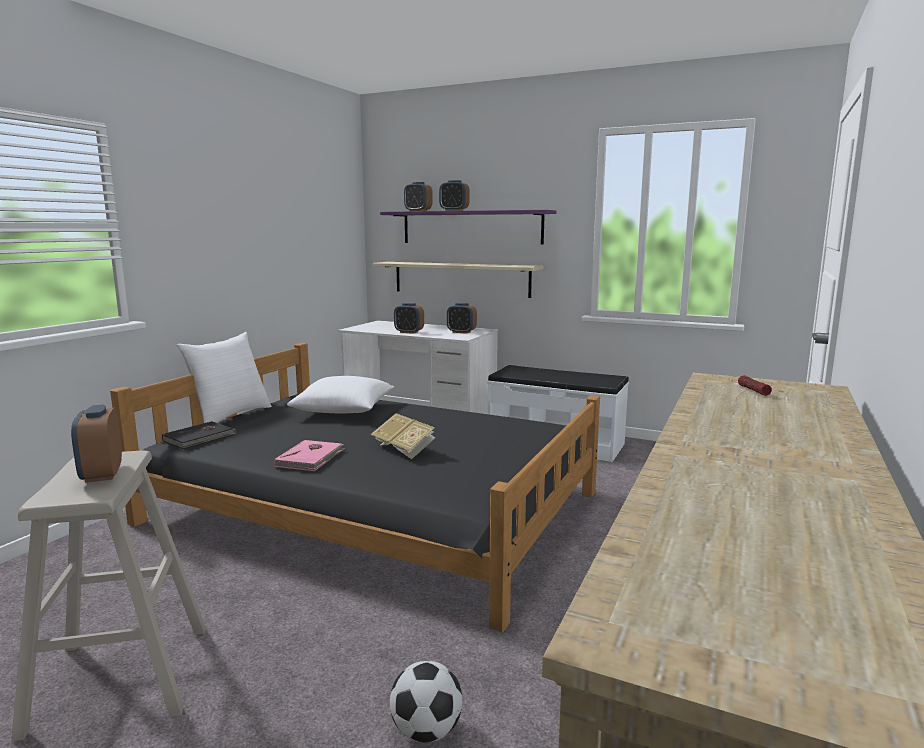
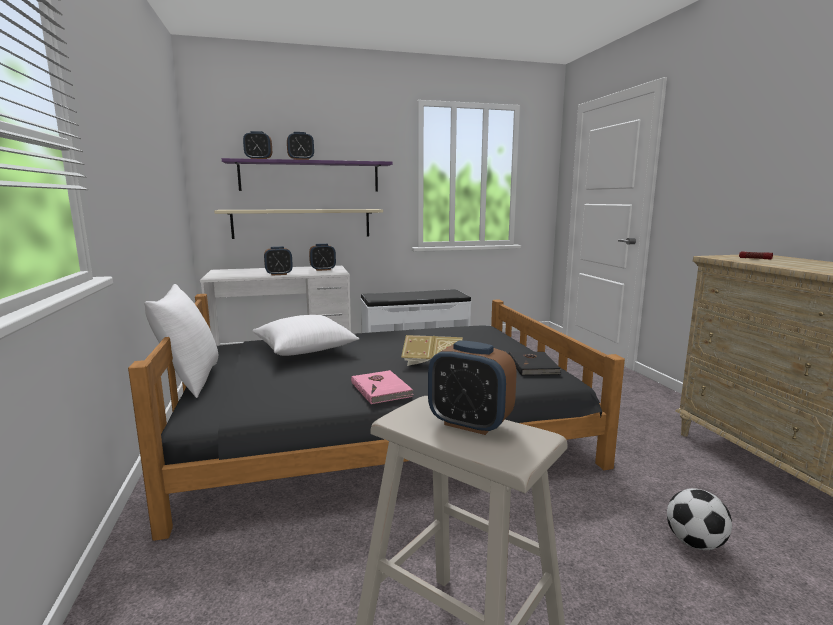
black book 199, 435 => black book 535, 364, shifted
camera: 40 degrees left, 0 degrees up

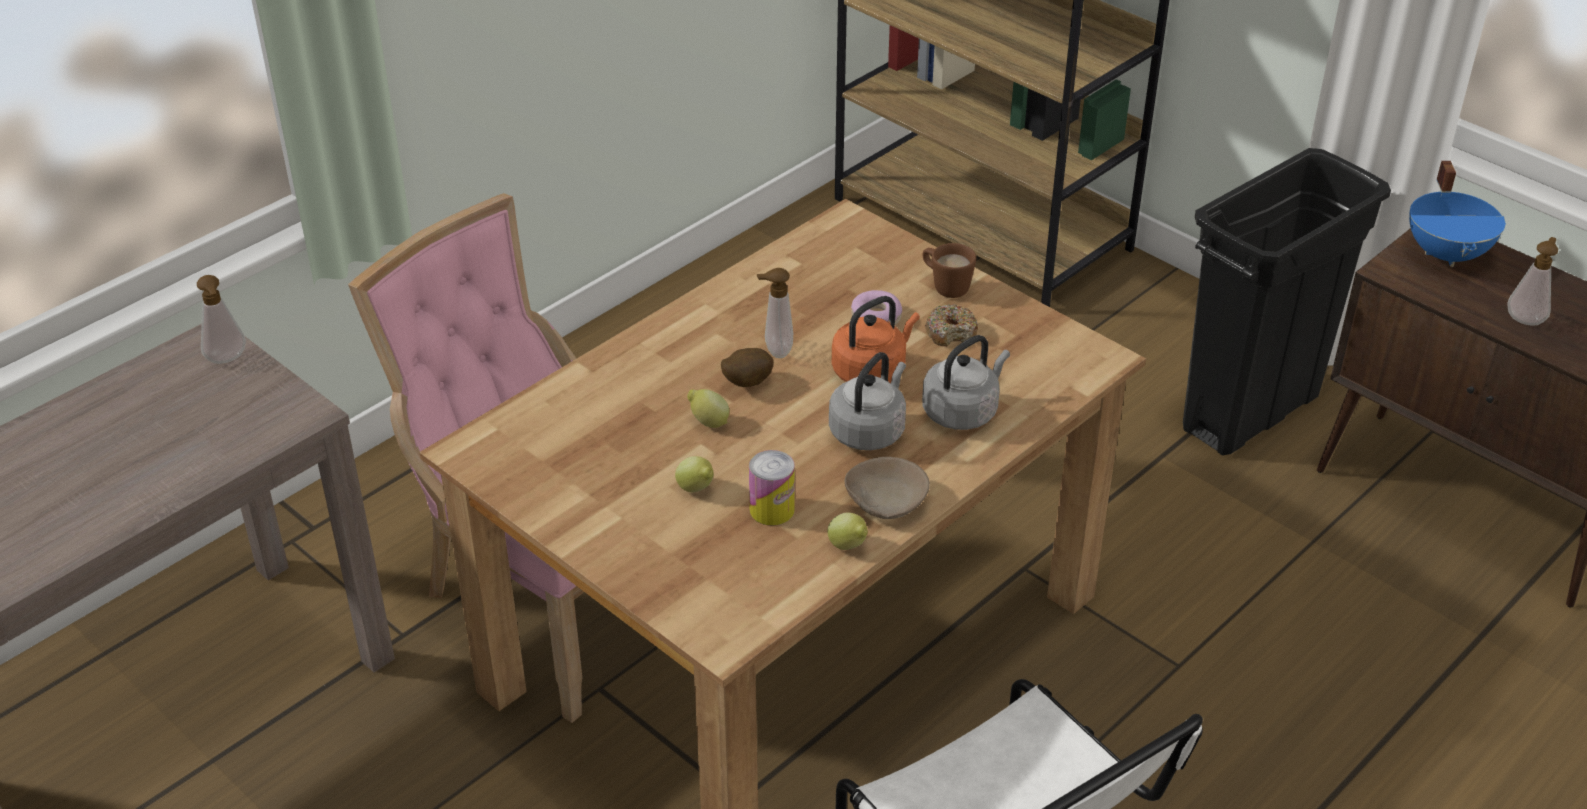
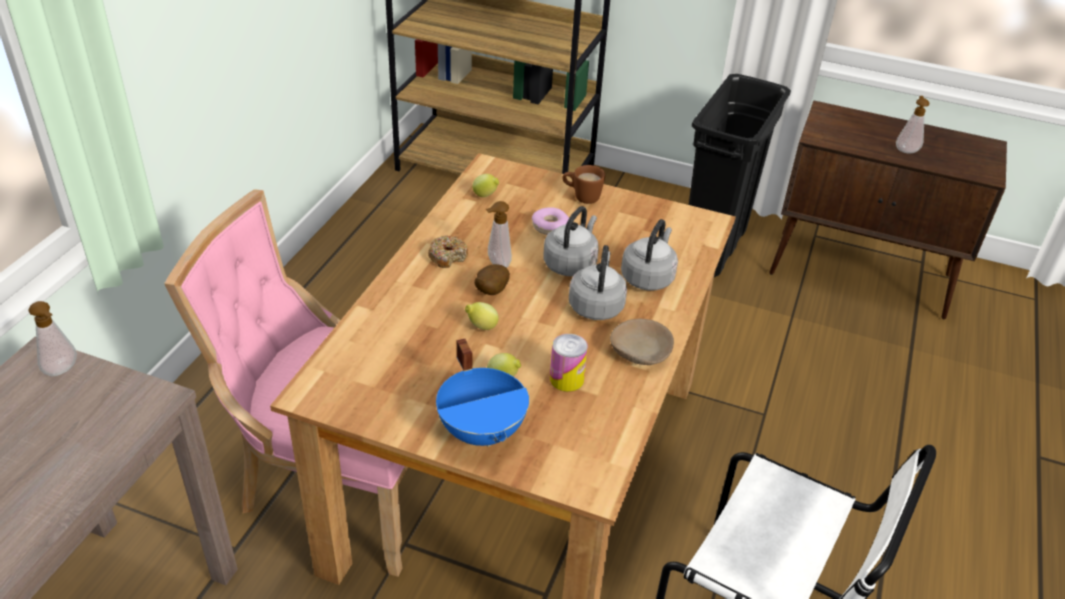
doughnut 951, 325 => doughnut 448, 251, shifted
blue cooking pot 1457, 214 => blue cooking pot 482, 393, shifted
whole lemon 847, 531 => whole lemon 485, 185, shifted
orange-coloured water kettle 876, 339 => grey water kettle 571, 241
camera: 25 degrees left, 0 degrees up

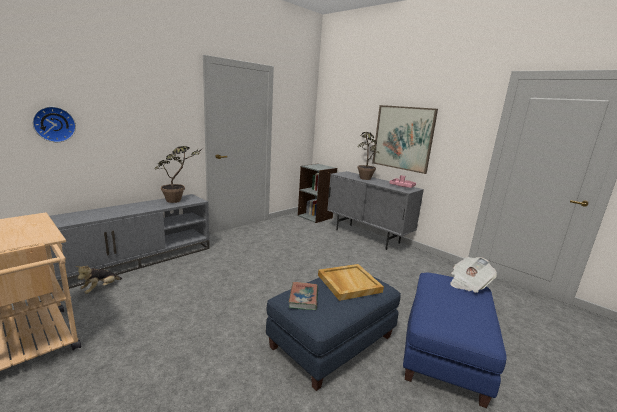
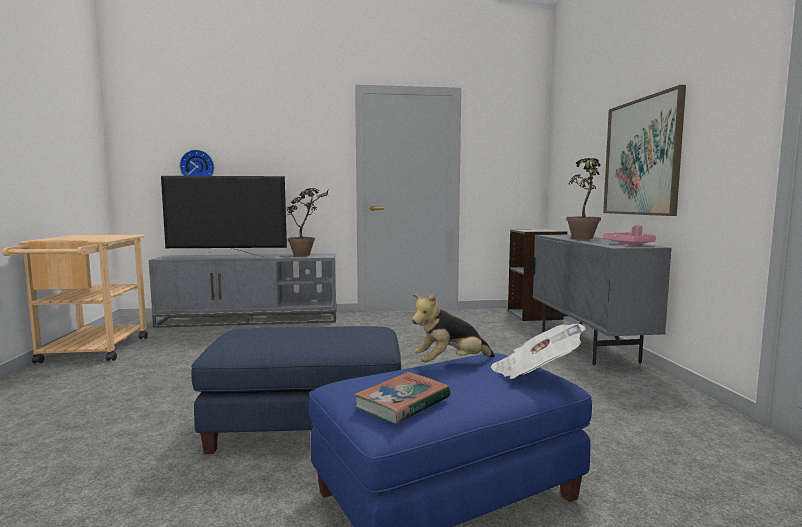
nothing => television 224, 216
book 303, 296 => book 401, 398, shifted
cuddly toy 99, 279 => cuddly toy 453, 327, shifted
beige tray 351, 282 => nothing
camera: 40 degrees right, 10 degrees down

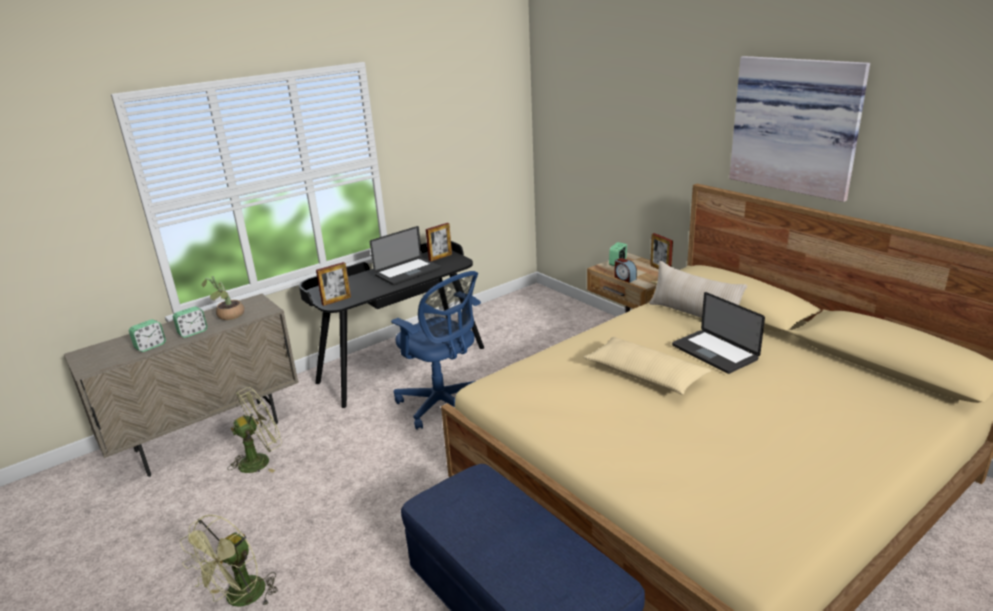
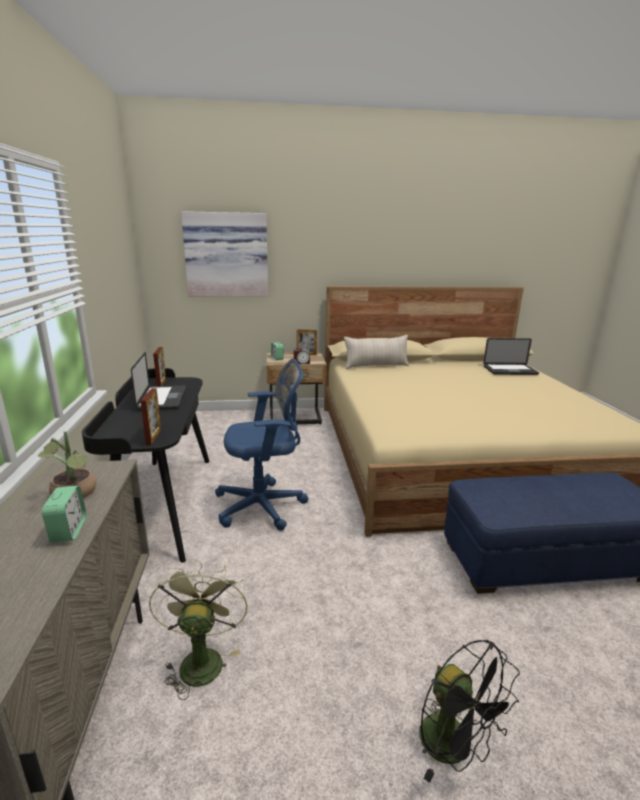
picture 799, 129 => picture 224, 254, shifted
green cooling fan 229, 561 => black cooling fan 469, 711
laptop 718, 333 => laptop 511, 356, shifted
bedside clock 147, 335 => nothing
beige cushion 647, 366 => nothing
camera: 60 degrees left, 5 degrees down

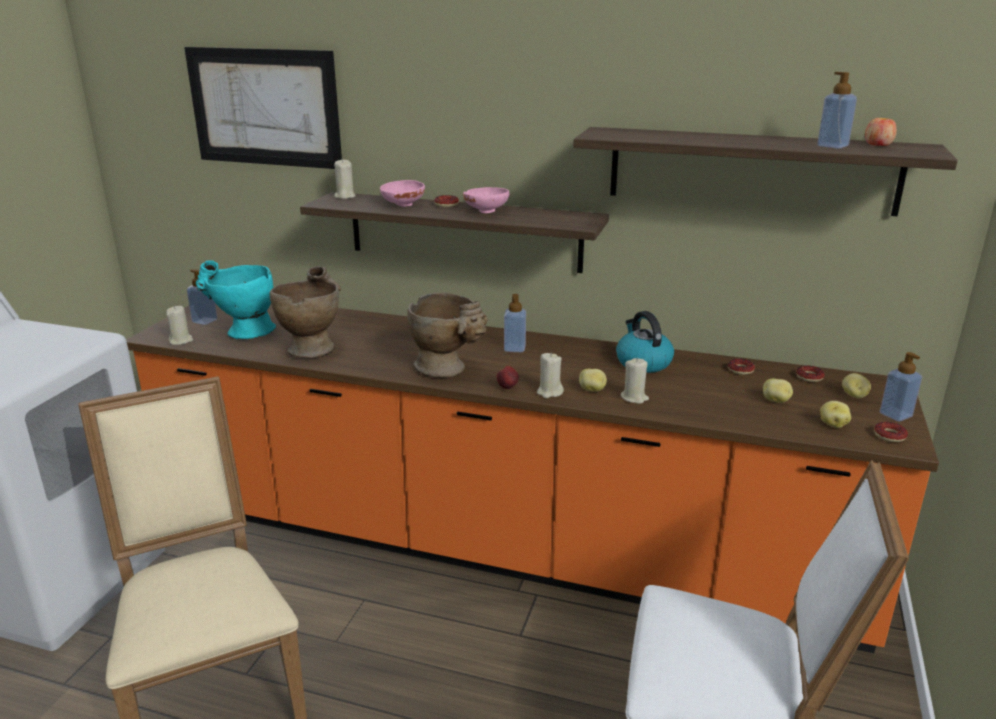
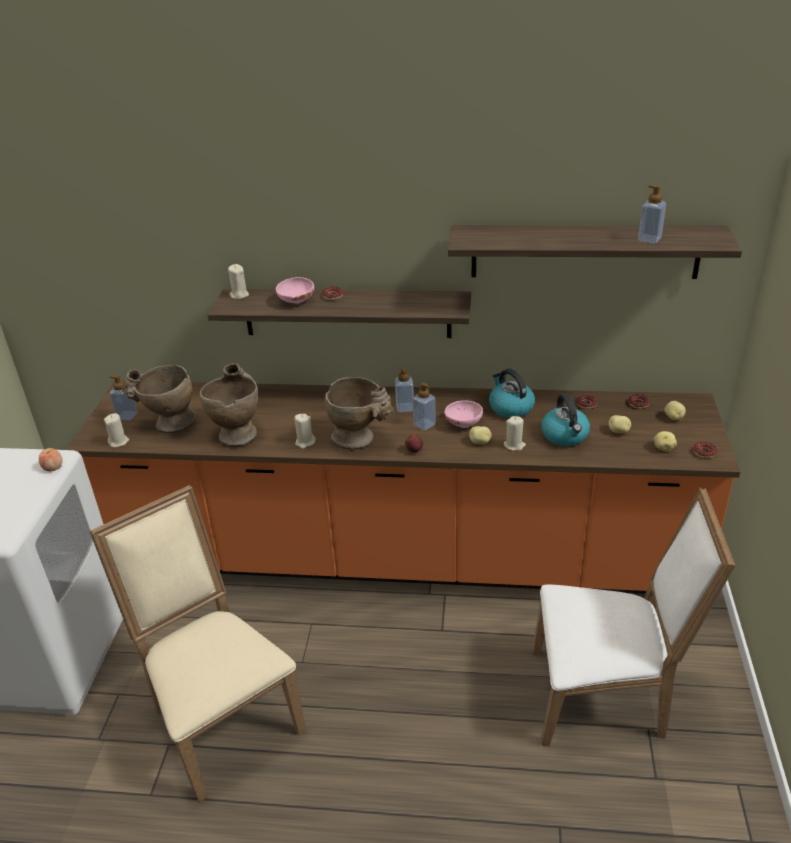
apple 881, 132 => apple 51, 459, shifted
turquoise-coloured decorative vase 236, 300 => beige decorative vase 159, 399
beige wax light 550, 375 => beige wax light 305, 431, shifted
soap bottle 901, 387 => soap bottle 424, 406, shifted
pinkish bowl 486, 200 => pinkish bowl 463, 414, shifted
nothing => water kettle 565, 420
picture 263, 108 => nothing
camera: 10 degrees left, 10 degrees up

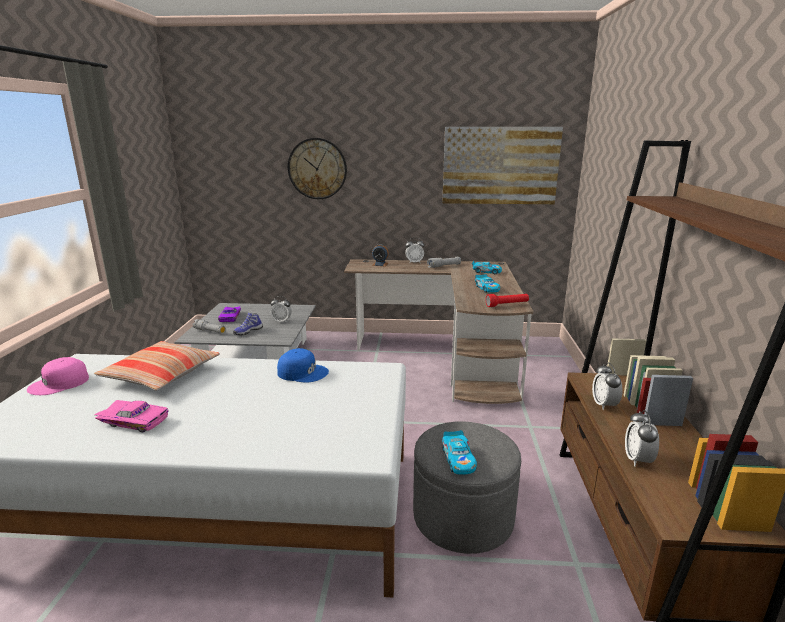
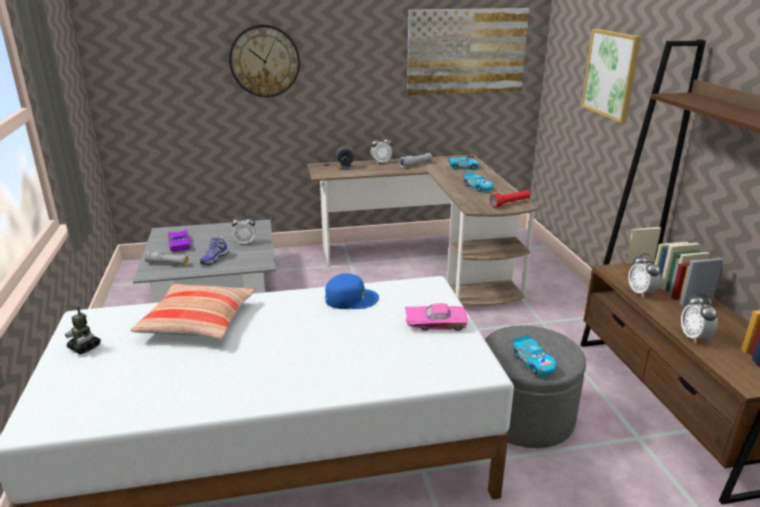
pinkish cap 58, 376 => toy robot 83, 330
pinkish miniature car 131, 416 => pinkish miniature car 436, 317, shifted
nothing => picture 611, 76
camera: 15 degrees left, 5 degrees up

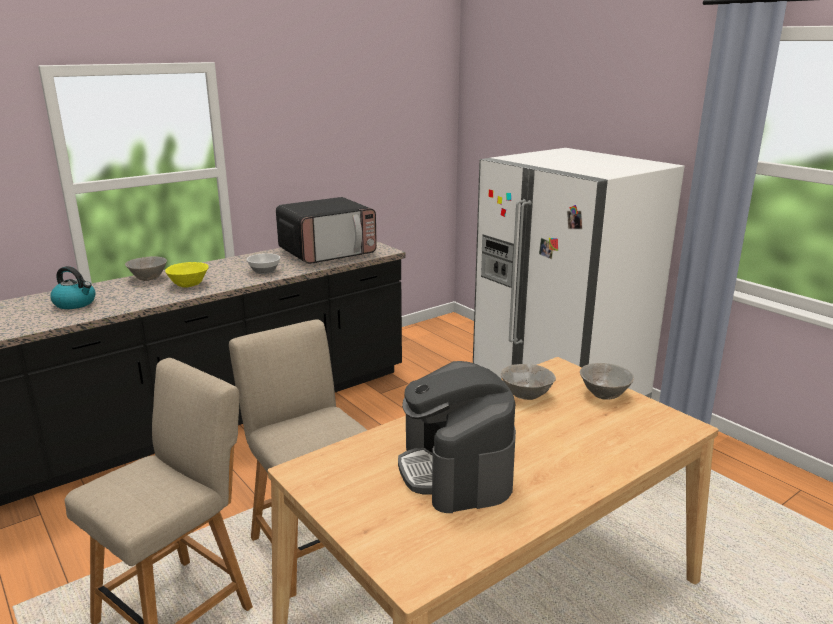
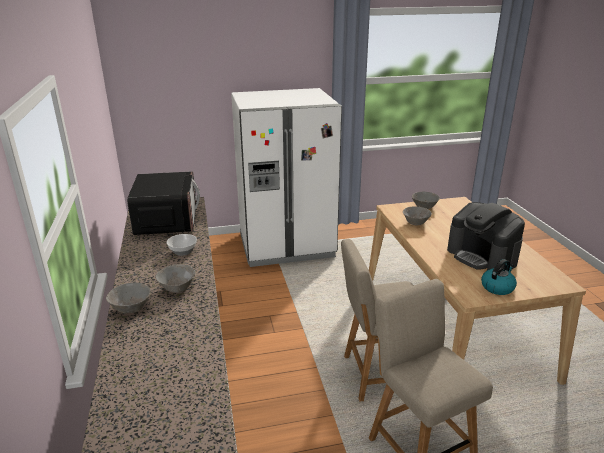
yellowish bowl 187, 275 => grey bowl 175, 278
coffee maker 457, 437 => coffee maker 486, 236, 45 degrees clockwise
water kettle 73, 287 => water kettle 499, 277, shifted
camera: 65 degrees left, 5 degrees up

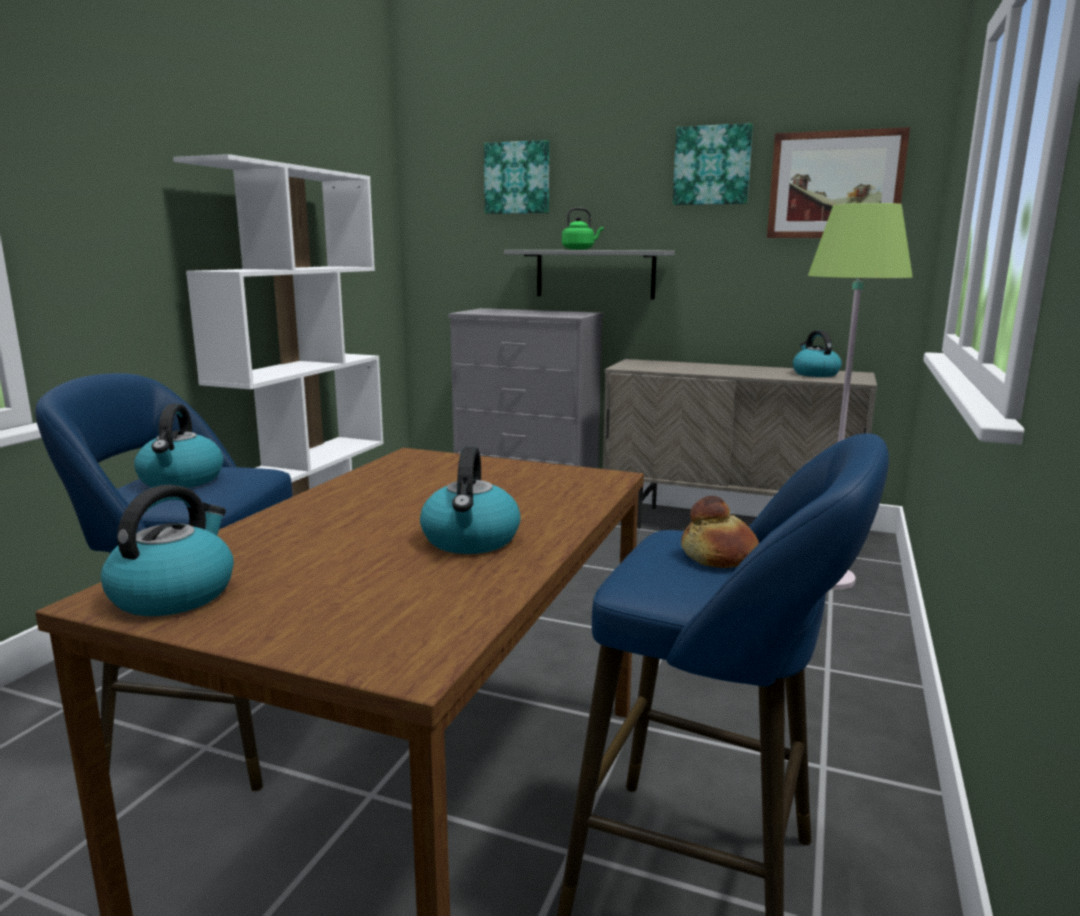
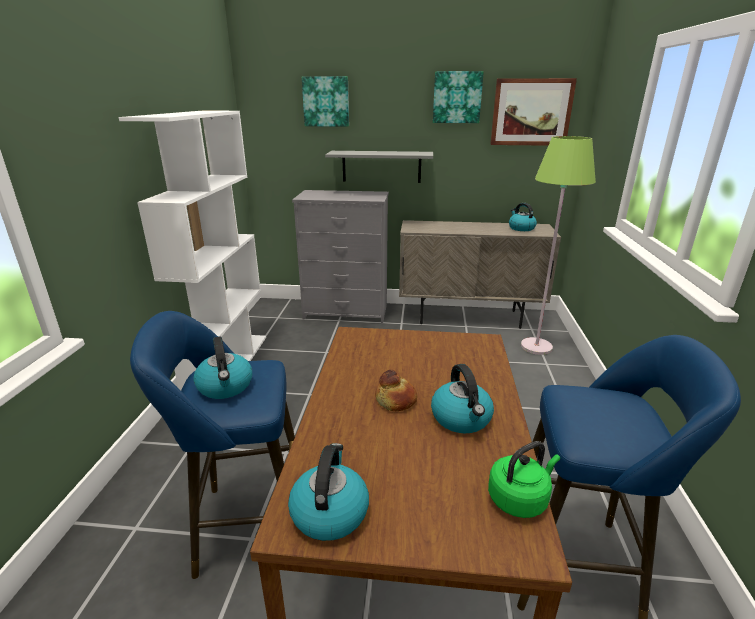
bakery bread 720, 532 => bakery bread 396, 390, shifted
green water kettle 583, 228 => green water kettle 524, 479, shifted
camera: 15 degrees left, 10 degrees up

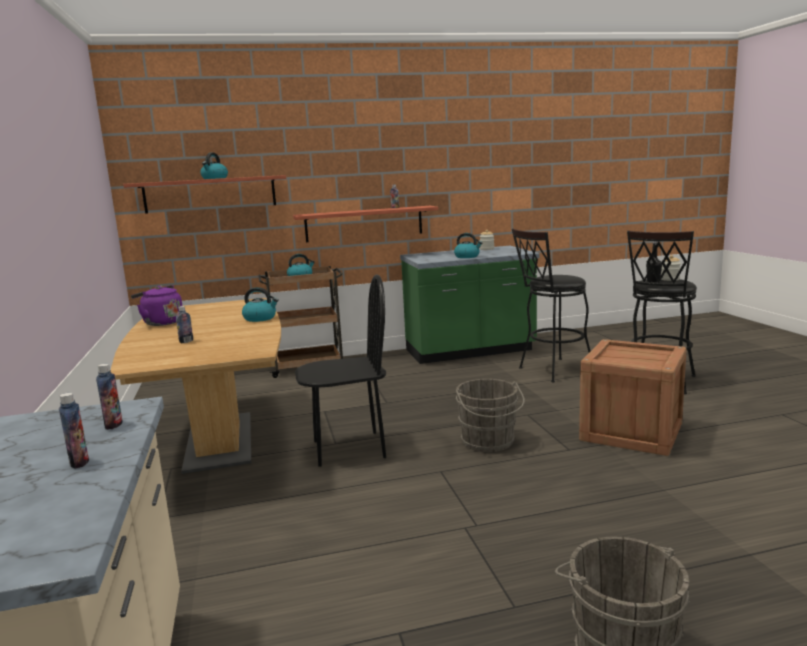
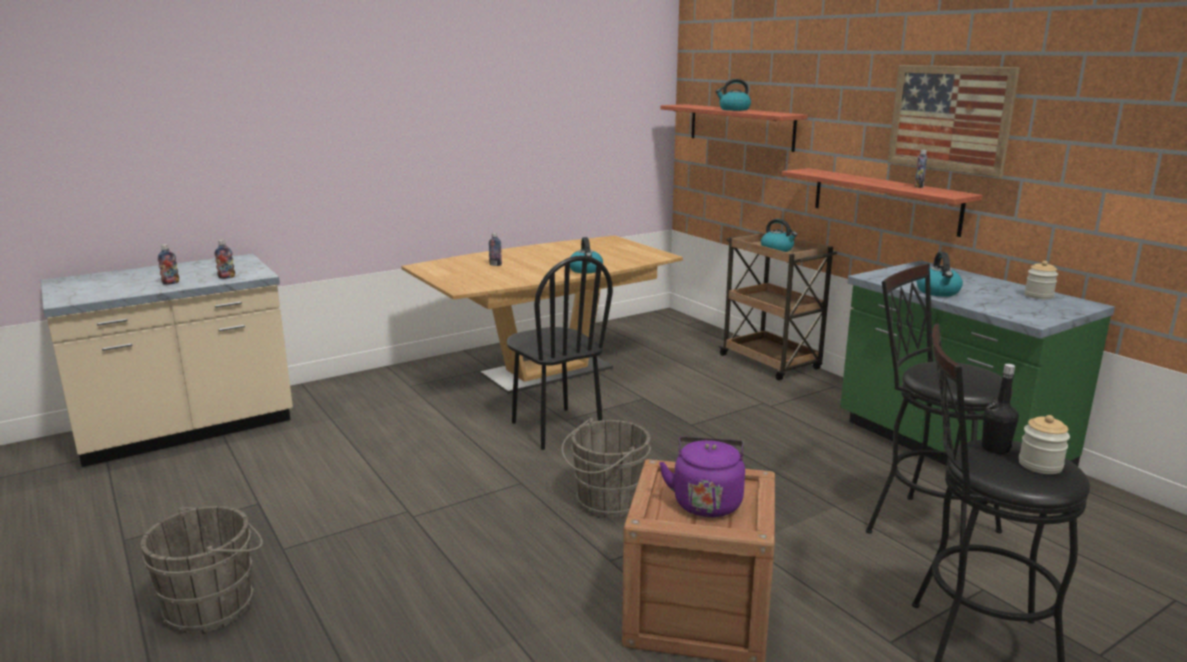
purple water kettle 156, 305 => purple water kettle 702, 477, shifted
nothing => picture 954, 121
camera: 70 degrees right, 5 degrees up

